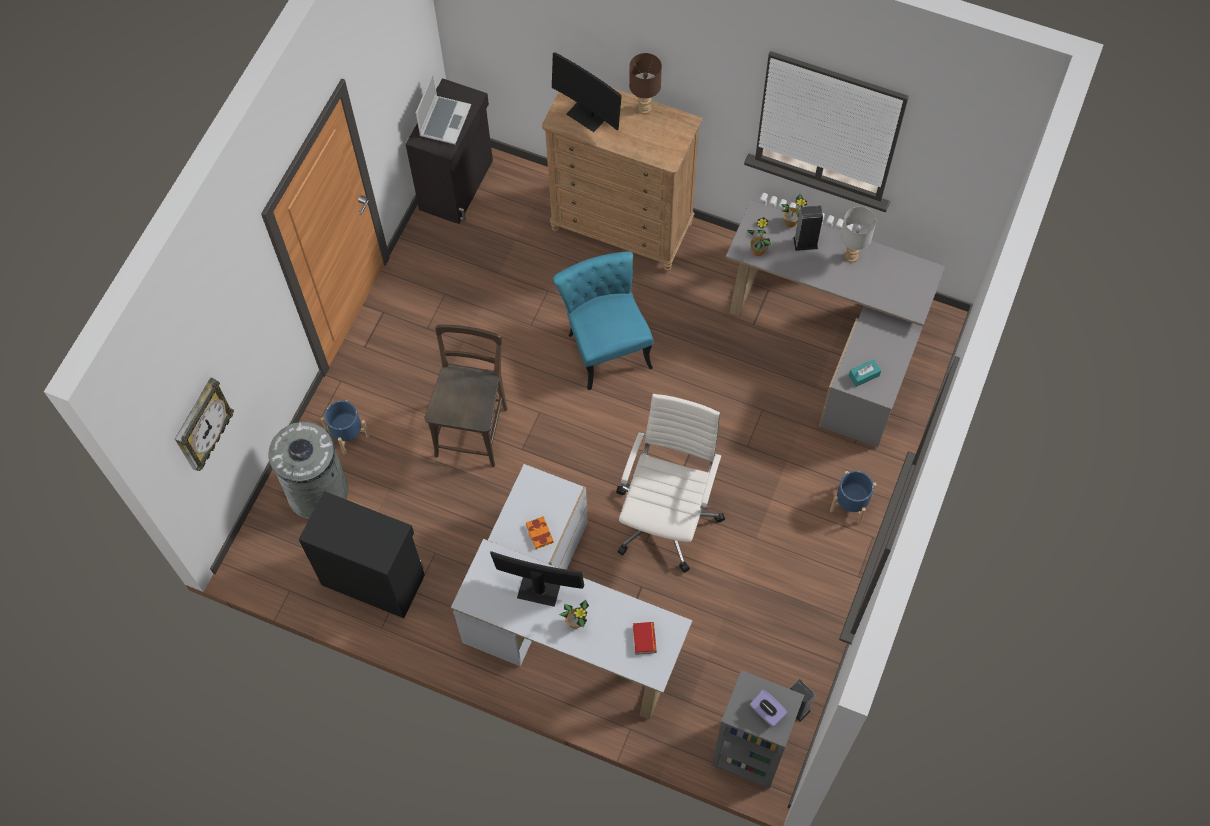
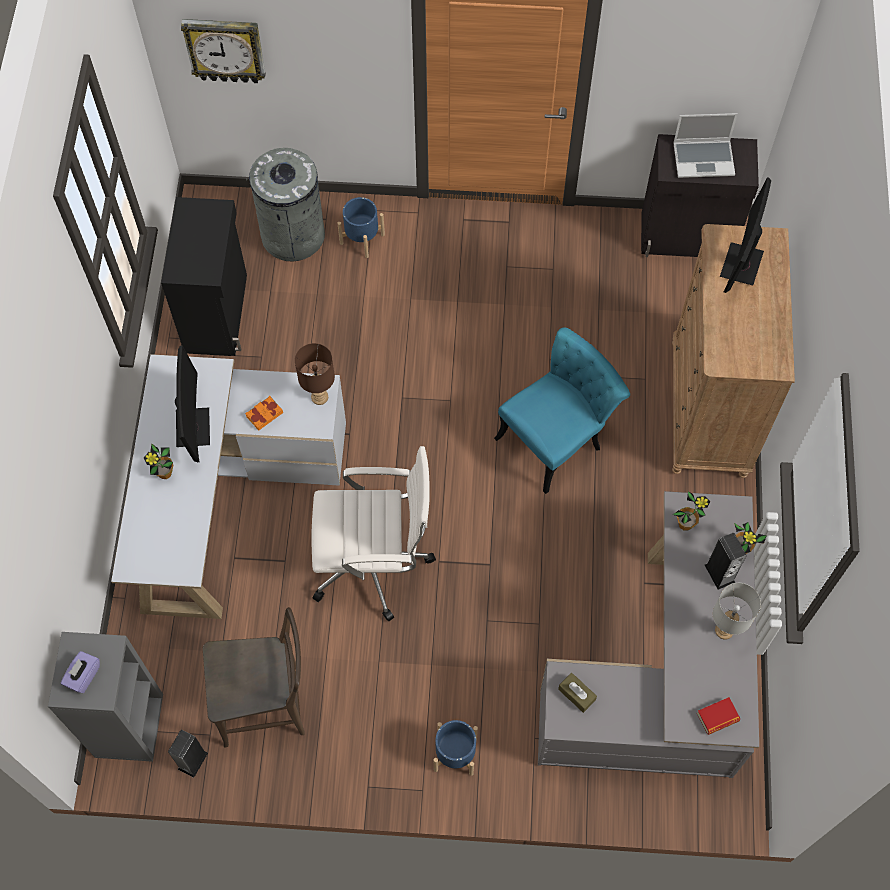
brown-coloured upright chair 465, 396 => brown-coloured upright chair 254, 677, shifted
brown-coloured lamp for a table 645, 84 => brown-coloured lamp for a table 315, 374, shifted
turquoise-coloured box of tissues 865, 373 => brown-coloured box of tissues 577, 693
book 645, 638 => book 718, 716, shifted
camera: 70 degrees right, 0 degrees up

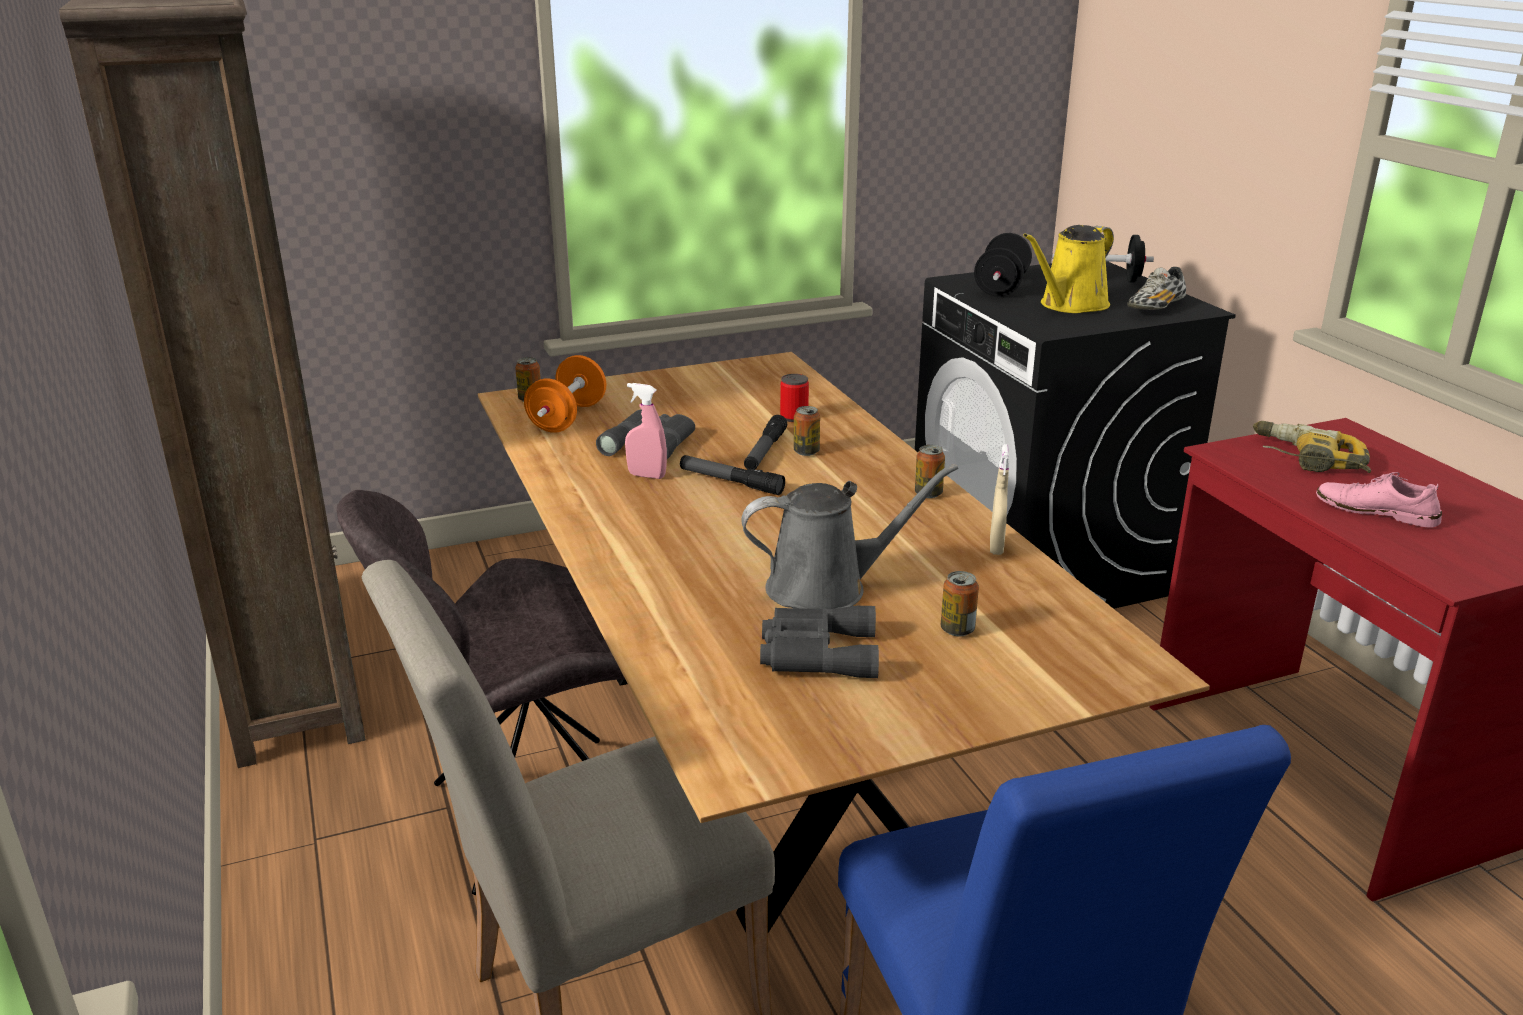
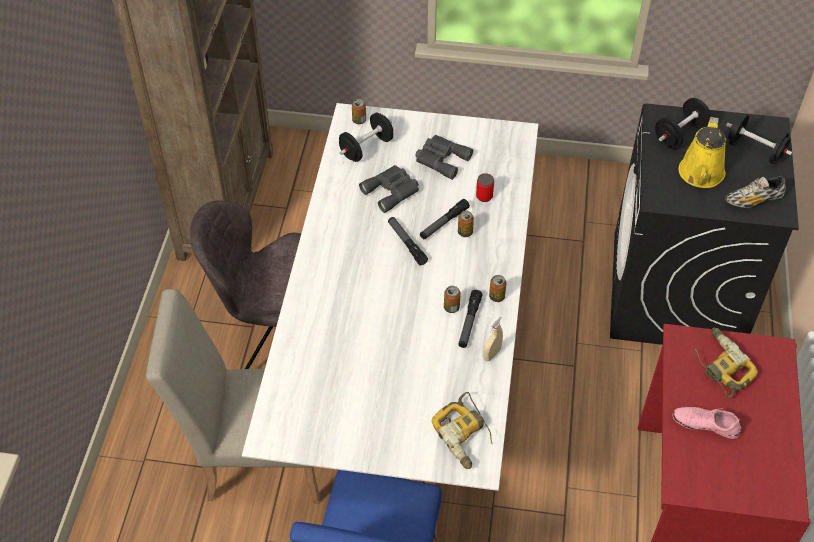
brown-coloured kitchen table 844, 642 => whitish kitchen table 390, 297
orange-coloured hand weight 565, 394 => black hand weight 366, 137
grey binoculars 819, 642 => grey binoculars 444, 157, shifted
nothing => drill 462, 430
can 960, 603 => can 452, 299, shifted
nothing => torch 471, 319
pinkish item of footwear 1379, 500 => pinkish item of footwear 707, 423, 45 degrees counterclockwise
yellowish watering can 1068, 269 => yellowish watering can 702, 152, 60 degrees counterclockwise
pinkish spray bottle 646, 431 => nothing
grey watering can 849, 536 => nothing
camera: 30 degrees right, 25 degrees up

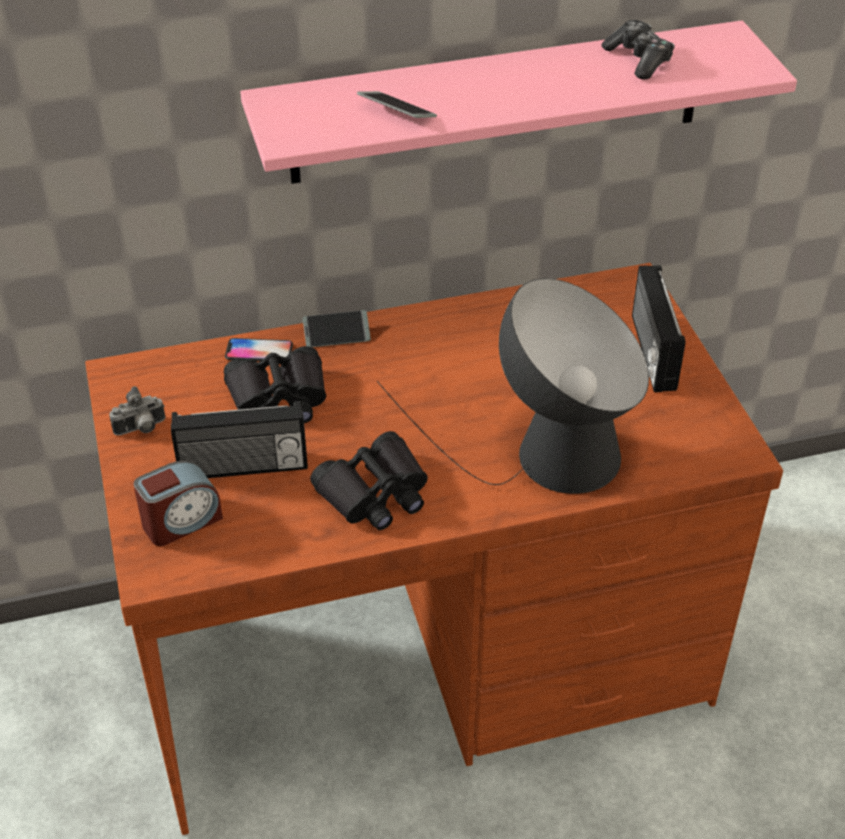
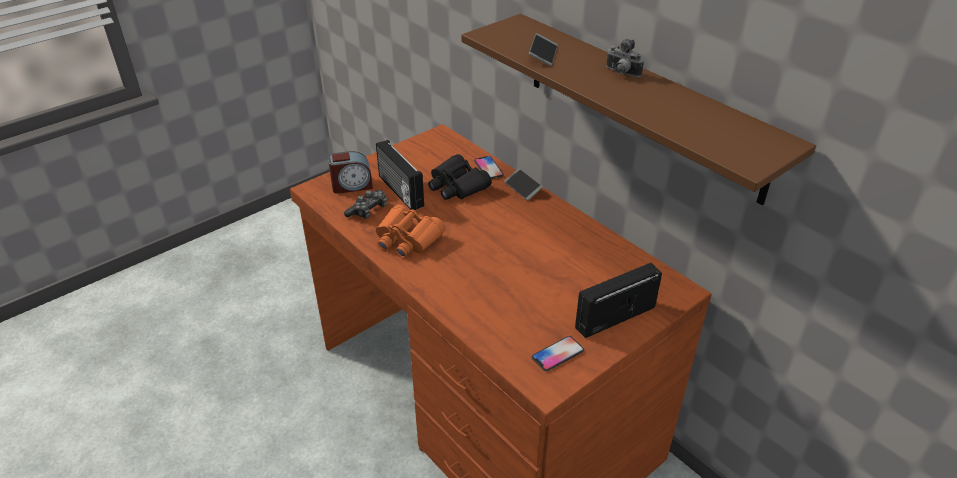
bedside clock 178, 503 => bedside clock 350, 172, 45 degrees counterclockwise
joypad 638, 50 => joypad 365, 204, shifted
black binoculars 369, 480 => orange-coloured binoculars 411, 231
pinkish shelf 518, 102 => brown-coloured shelf 638, 109
nothing => handset 558, 353
photo camera 137, 410 => photo camera 625, 58, shifted
lamp for a table 513, 386 => nothing
camera: 65 degrees right, 5 degrees down

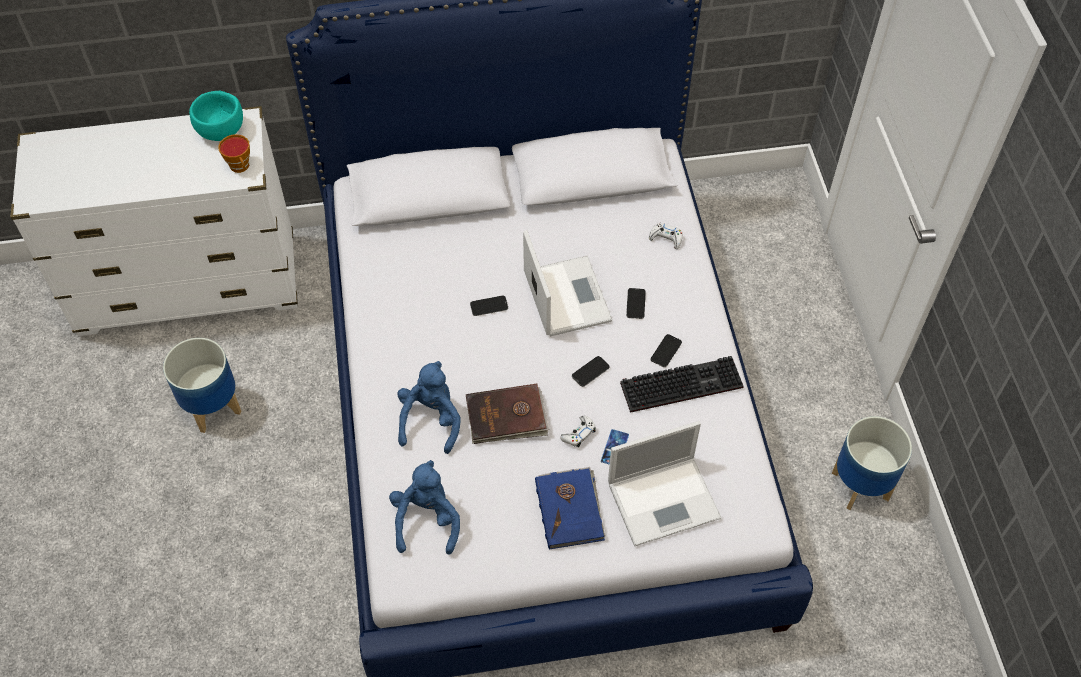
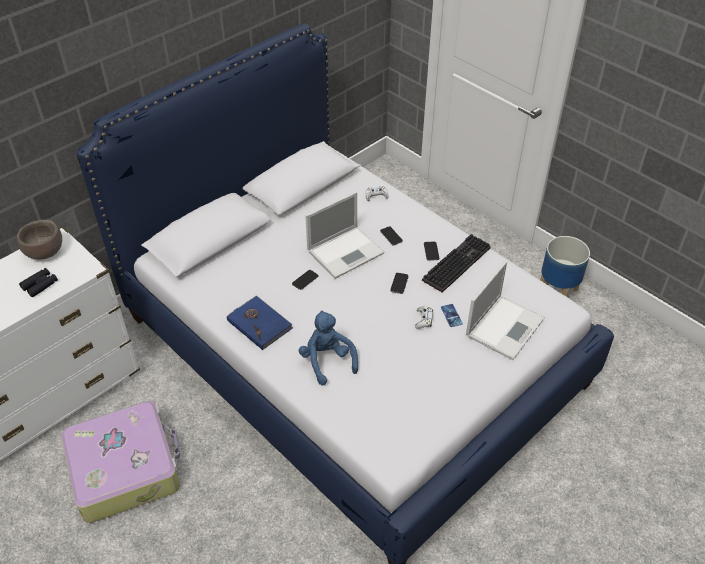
turquoise-coloured bowl 216, 116 => brown-coloured bowl 39, 240
nothing => black binoculars 38, 282
planter 202, 385 => suitcase 120, 462
blue book 570, 508 => blue book 260, 322, shifted
laptop 567, 283 => laptop 344, 235, 105 degrees clockwise
small cup 234, 153 => nothing
blue cuddly toy 424, 507 => nothing
brown-coloured book 507, 414 => nothing
camera: 35 degrees left, 10 degrees down

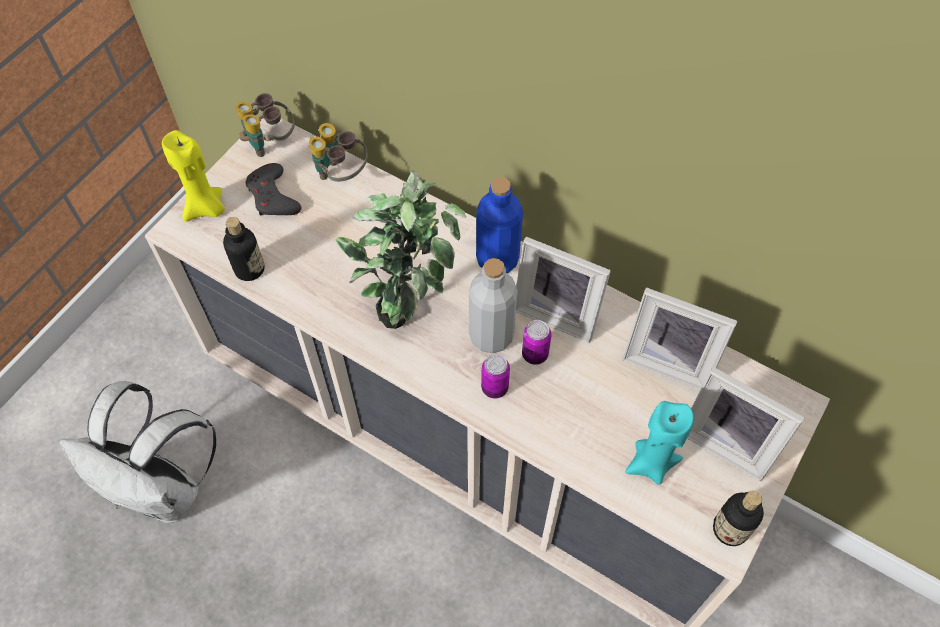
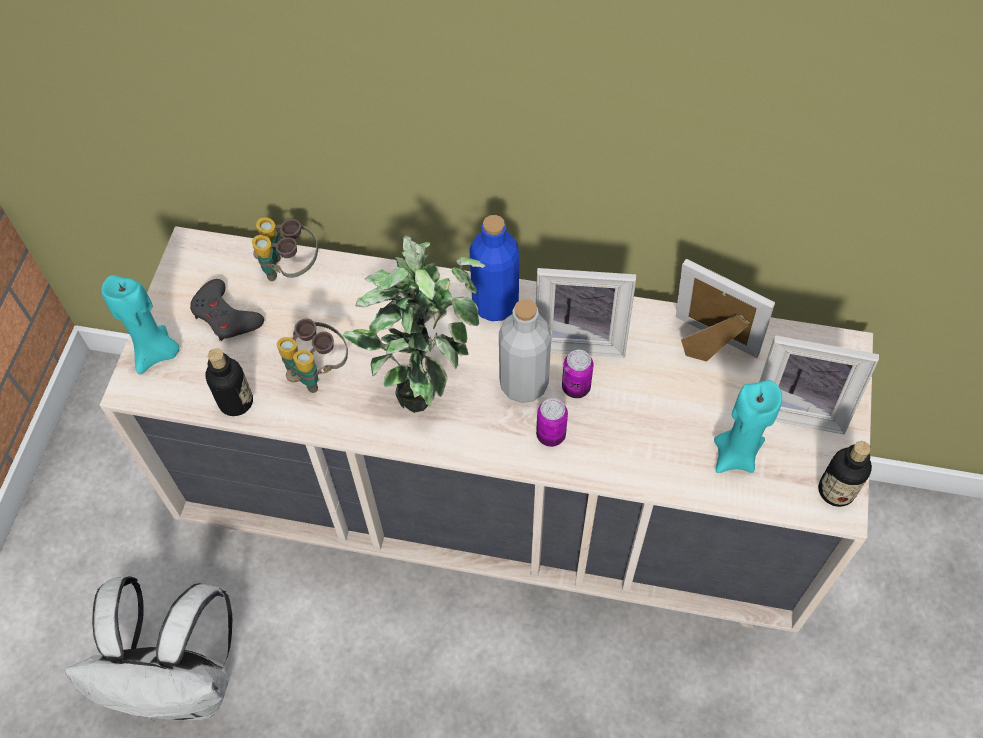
yellowish wax light 193, 175 => turquoise-coloured wax light 140, 324
binoculars 265, 125 => binoculars 312, 355, shifted
photo frame 680, 338 => photo frame 725, 310, 150 degrees counterclockwise
camera: 20 degrees left, 0 degrees up

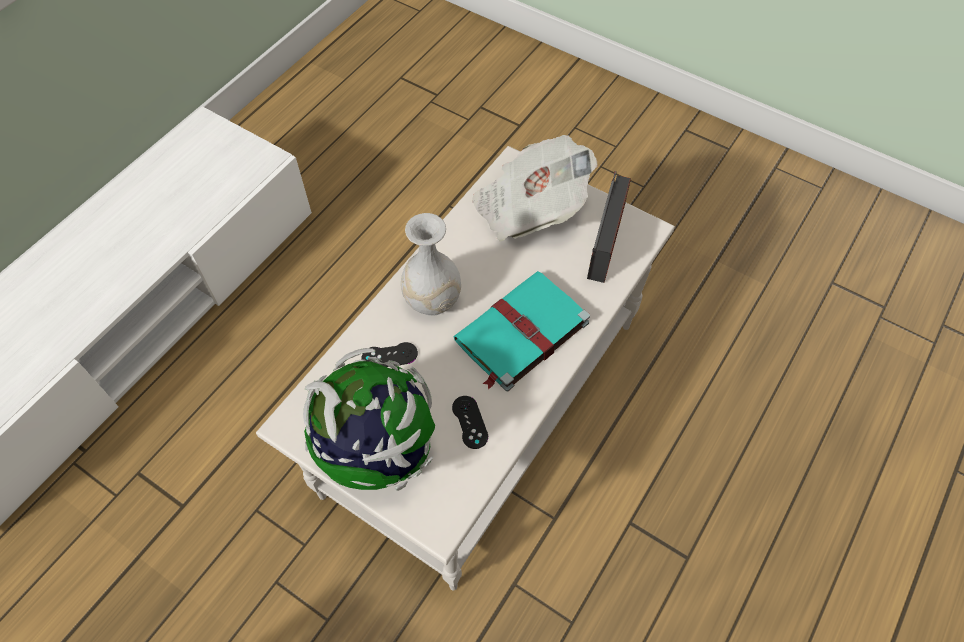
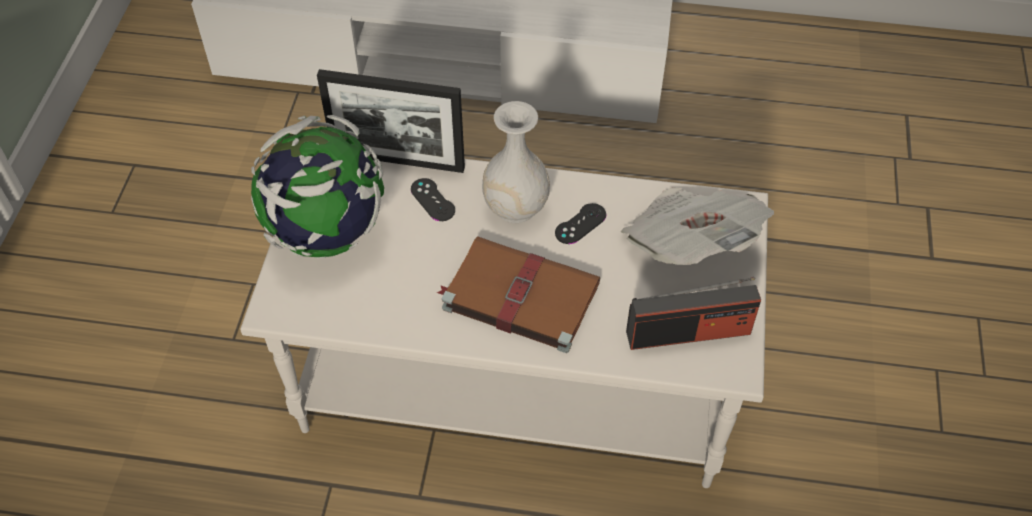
nothing => photo frame 391, 121
turquoise-coloured book 521, 331 => brown-coloured book 518, 294
black joypad 470, 422 => black joypad 580, 223, shifted
camera: 65 degrees right, 5 degrees down

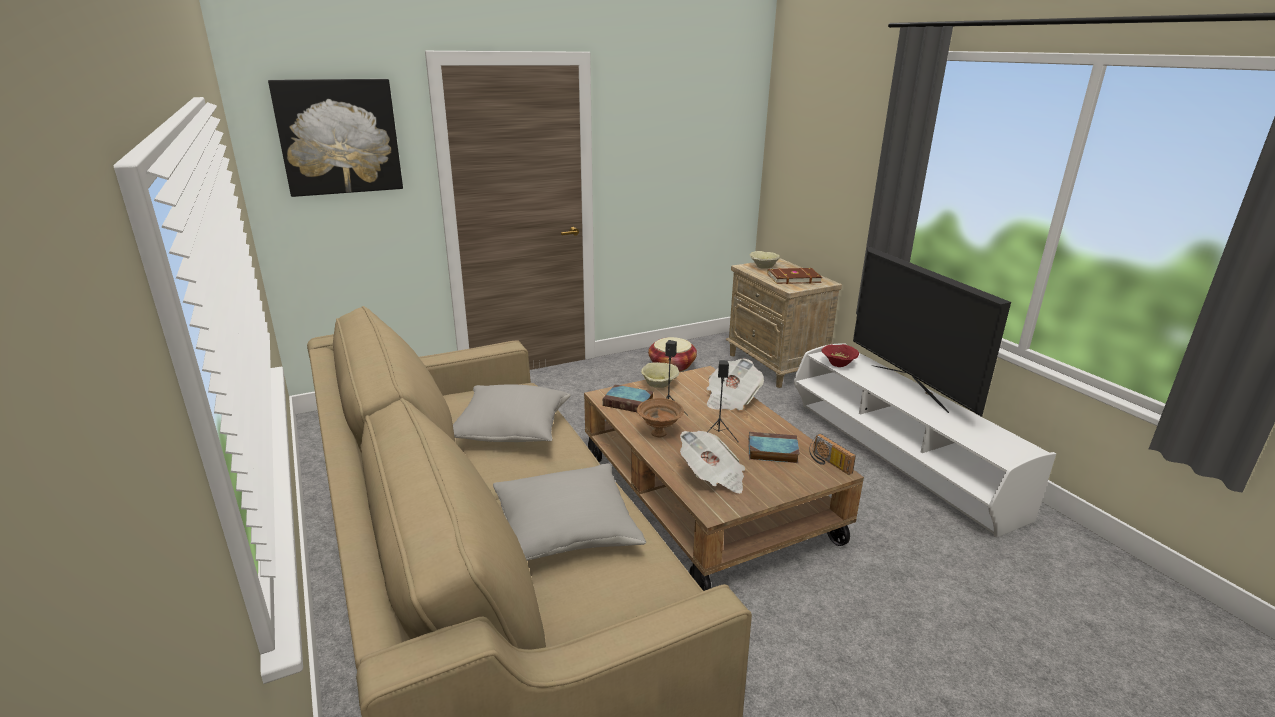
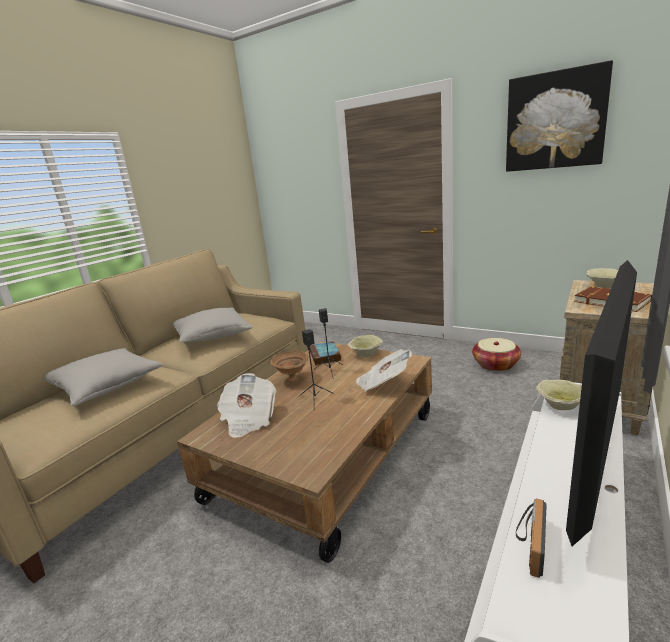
picture 335, 138 => picture 559, 116, shifted
radio 832, 454 => radio 531, 538, shifted
red bowl 840, 355 => beige bowl 559, 395
book 774, 447 => nothing
camera: 60 degrees right, 5 degrees down

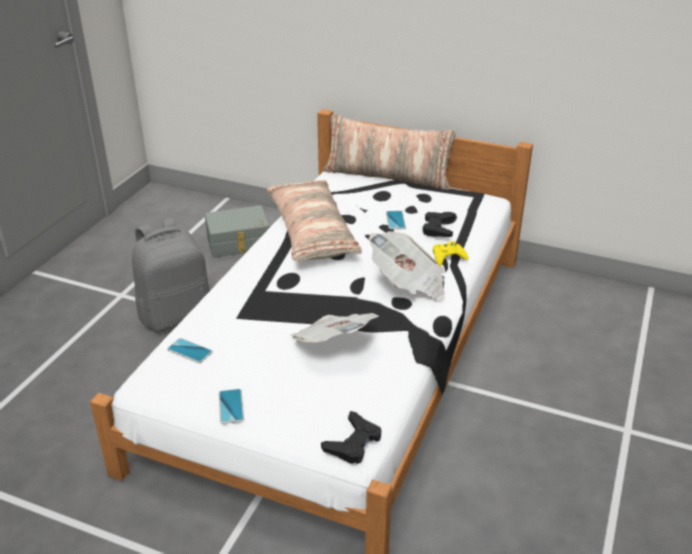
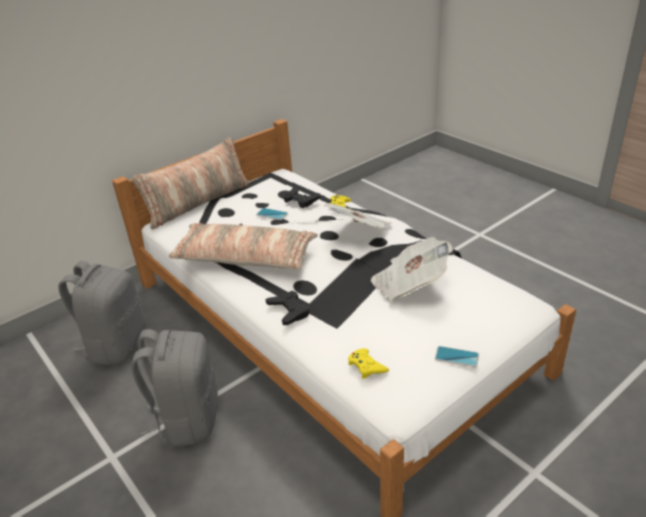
grey storage bin 237, 231 => grey backpack 102, 313
black joypad 351, 437 => black joypad 287, 308, shifted
handset 190, 350 => yellowish joypad 368, 363
camera: 60 degrees left, 0 degrees up

